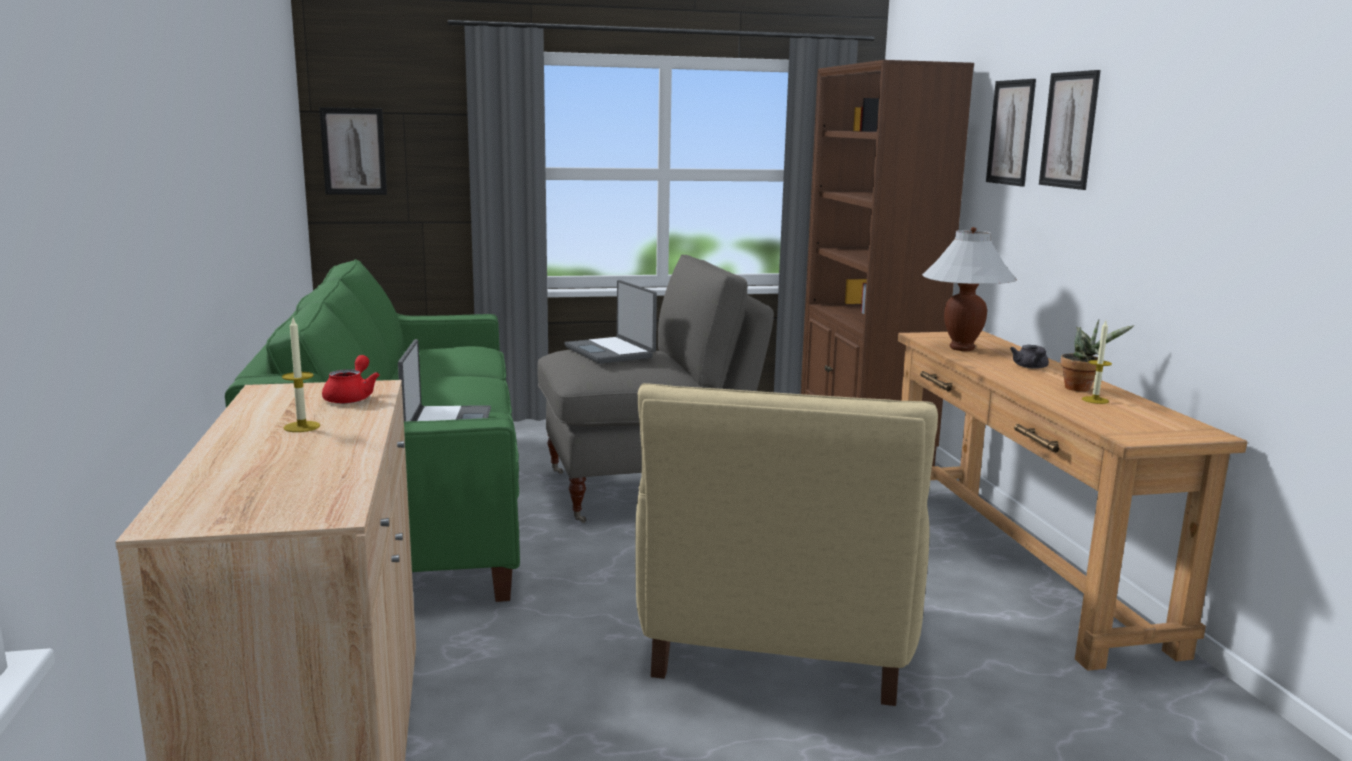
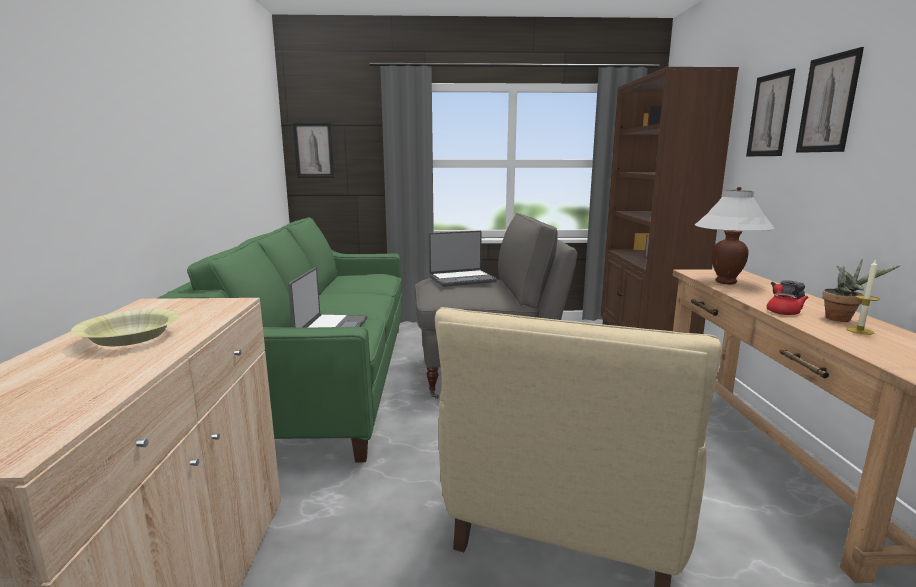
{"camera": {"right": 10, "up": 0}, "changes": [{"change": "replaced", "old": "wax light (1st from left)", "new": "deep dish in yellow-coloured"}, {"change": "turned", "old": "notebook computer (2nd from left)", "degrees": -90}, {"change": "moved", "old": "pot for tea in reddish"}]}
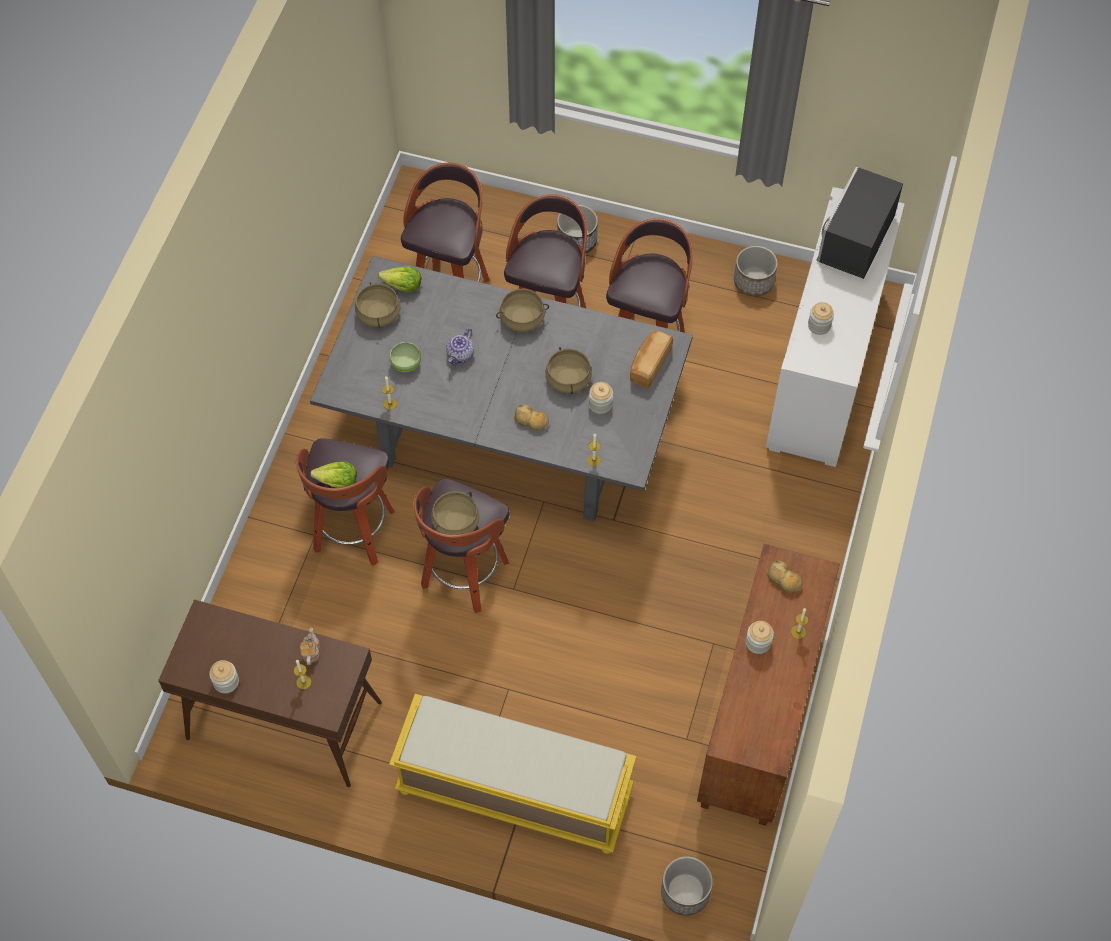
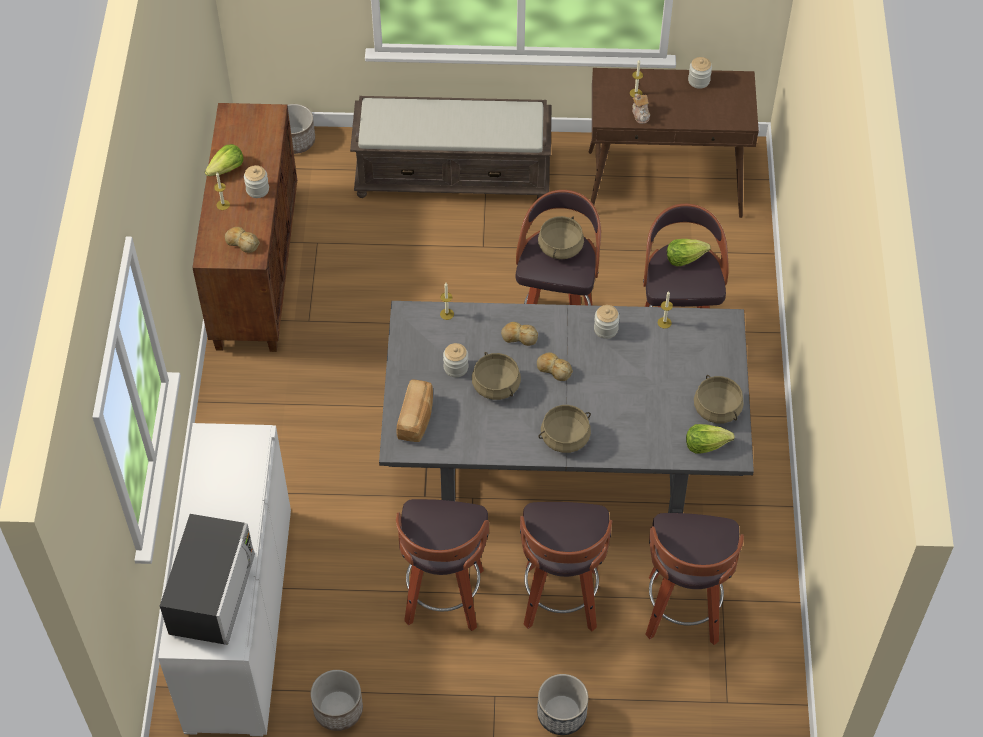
{"camera": {"right": 165, "up": -5}, "changes": [{"change": "added", "new": "lettuce head (1st from left)"}, {"change": "recoloured", "old": "bench in yellow-coloured", "new": "bench in brownish"}, {"change": "added", "new": "baked bread (4th from left)"}, {"change": "moved", "old": "storage jar (4th from left in the first image)", "new": "storage jar (3rd from left)"}, {"change": "removed", "old": "deep dish in green-coloured"}, {"change": "removed", "old": "pot for tea (2nd from left)"}]}
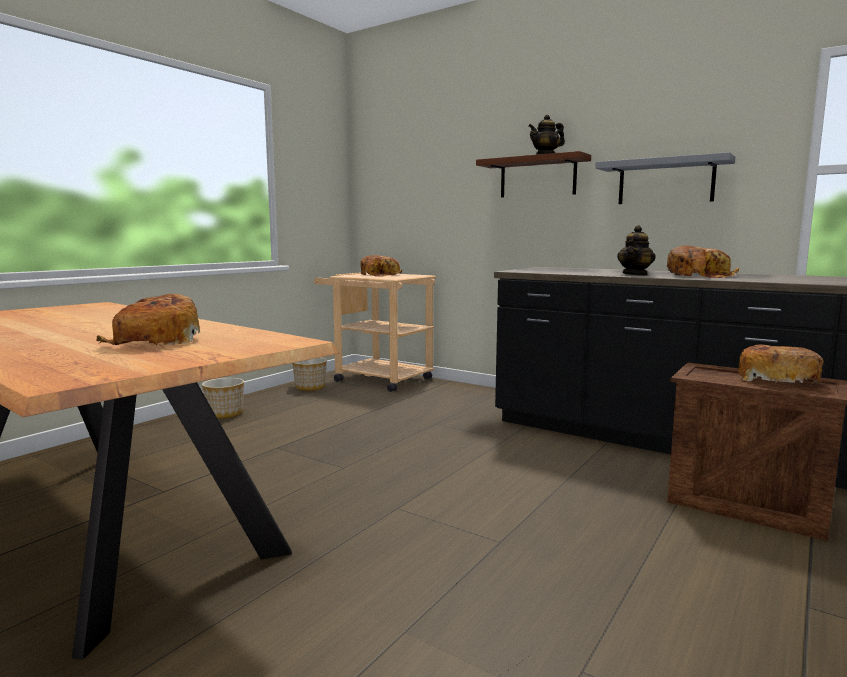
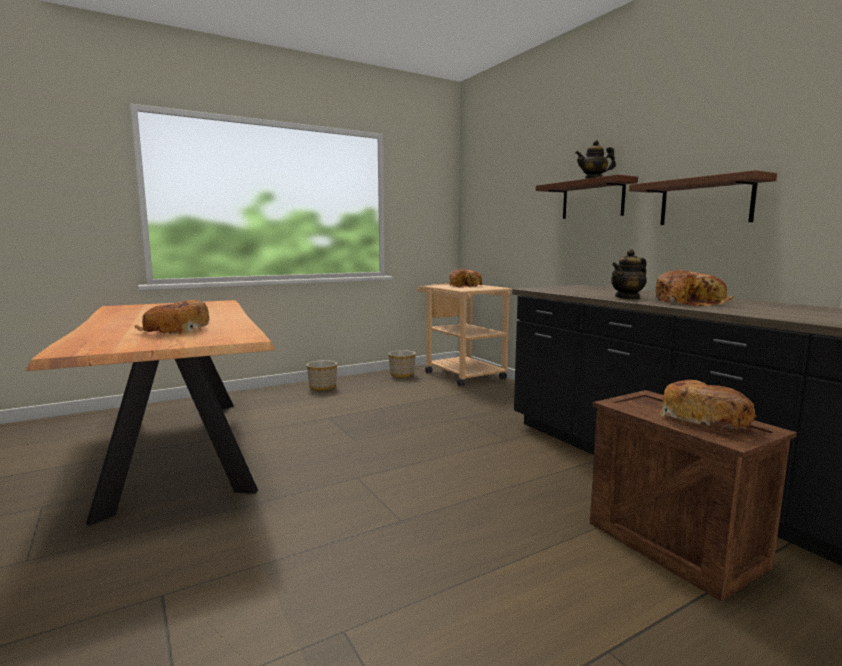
{"camera": {"right": 25, "up": 0}, "changes": [{"change": "recoloured", "old": "wall shelf in grey", "new": "wall shelf in brownish (2nd from left)"}]}
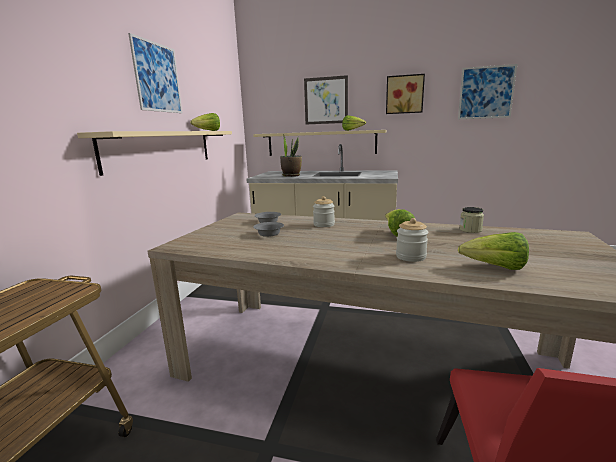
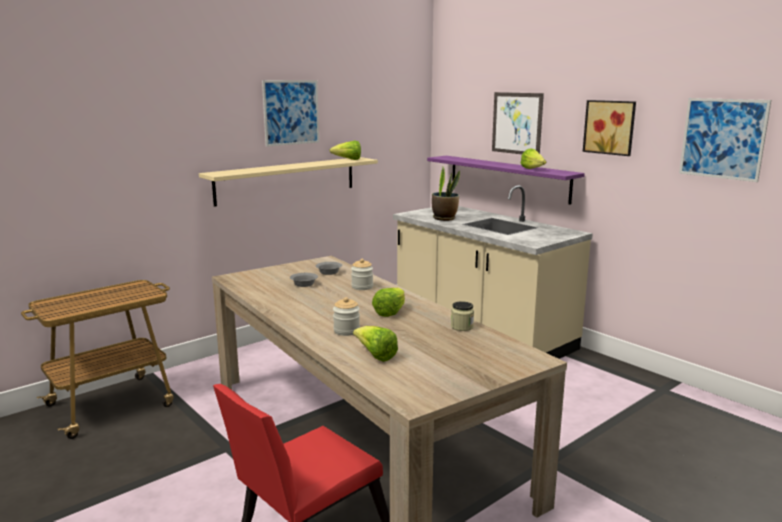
{"camera": {"right": 35, "up": 0}, "changes": [{"change": "recoloured", "old": "wall shelf in sand-coloured (2nd from left)", "new": "wall shelf in purple"}]}
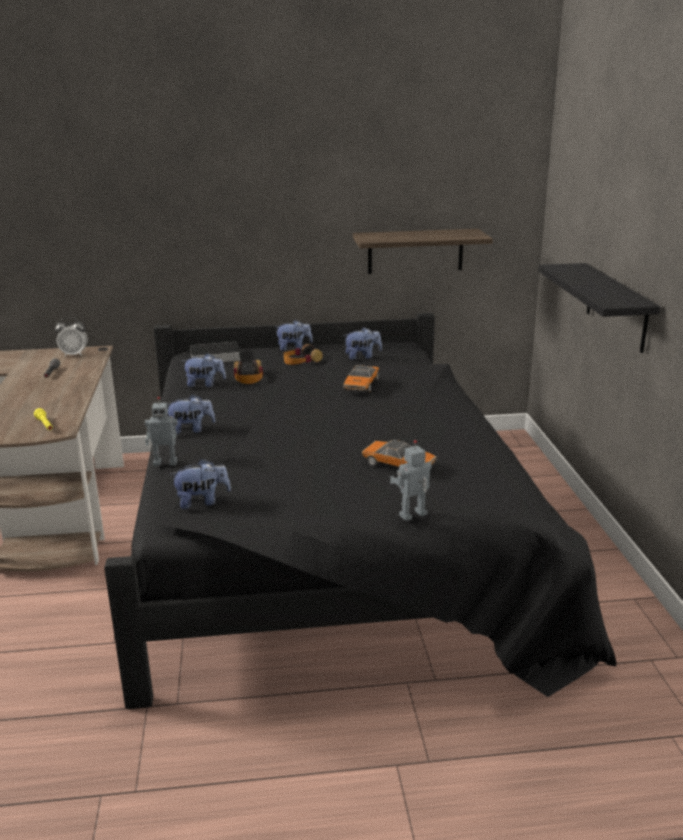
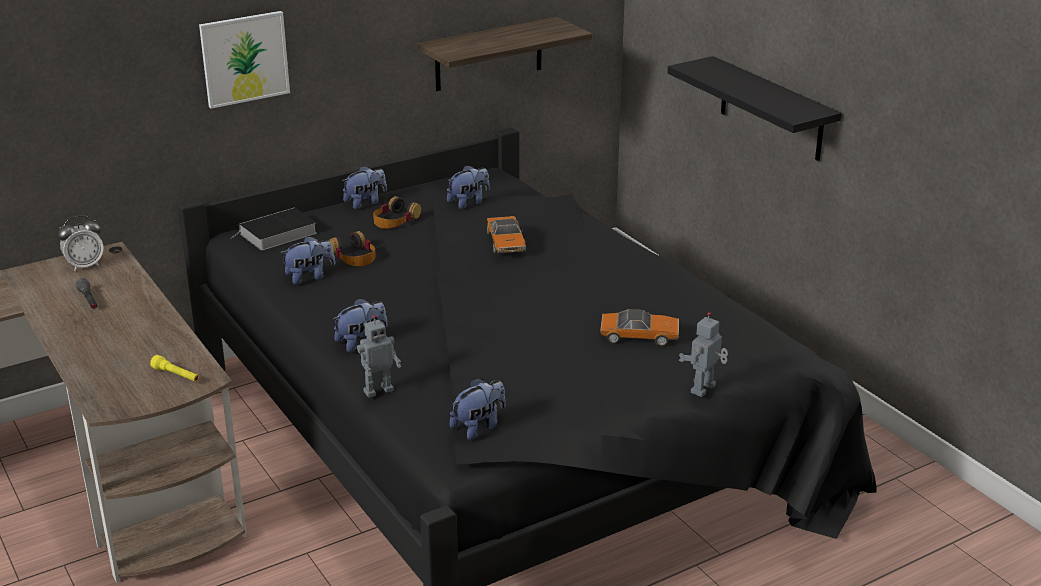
{"camera": {"right": -25, "up": 5}, "changes": [{"change": "added", "new": "wall picture"}]}
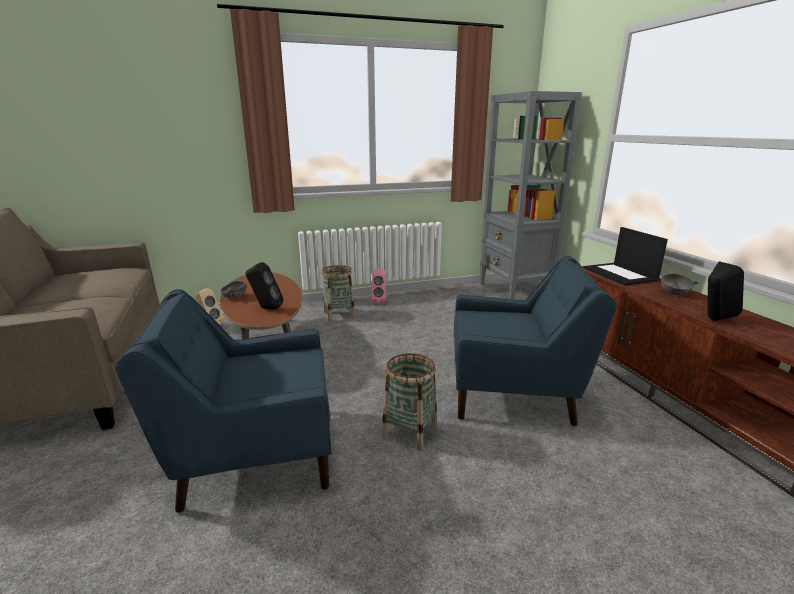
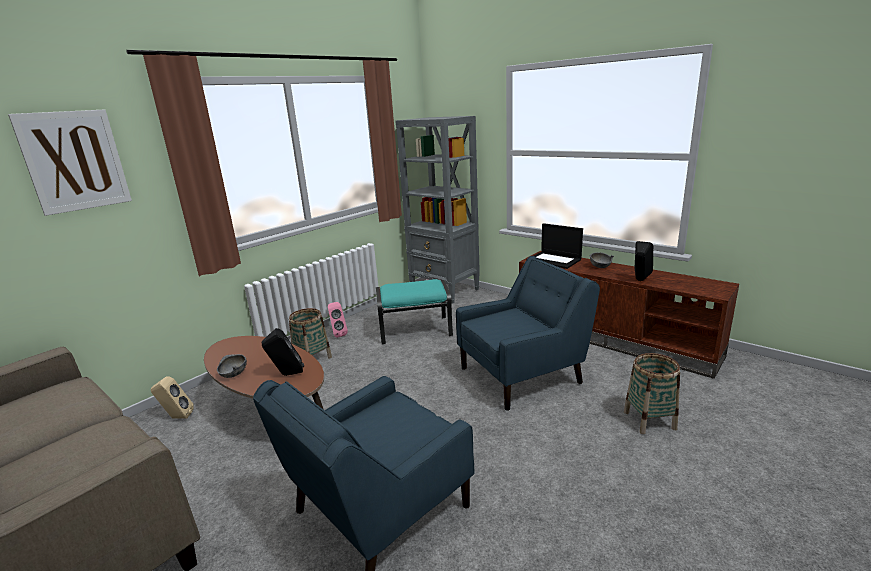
{"camera": {"right": -30, "up": 0}, "changes": [{"change": "added", "new": "wall picture"}, {"change": "added", "new": "footrest in turquoise-coloured"}, {"change": "moved", "old": "storage basket (2nd from left)"}]}
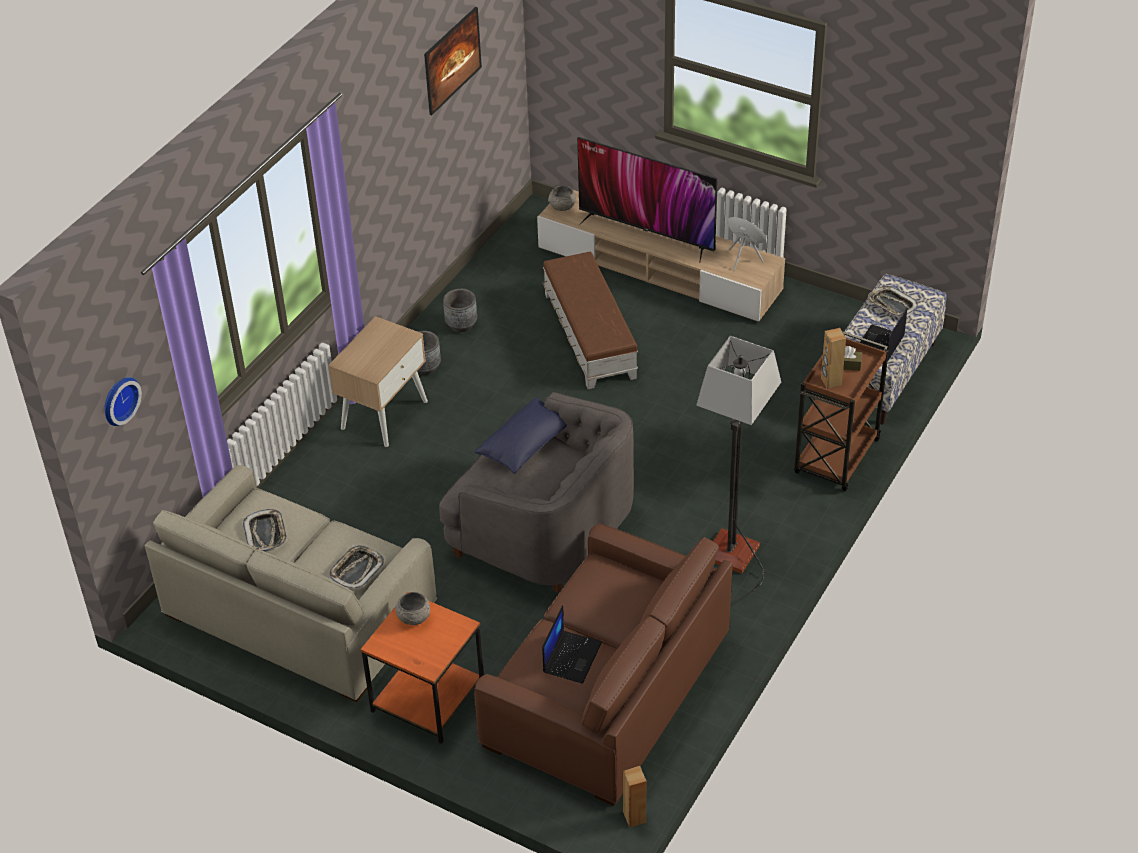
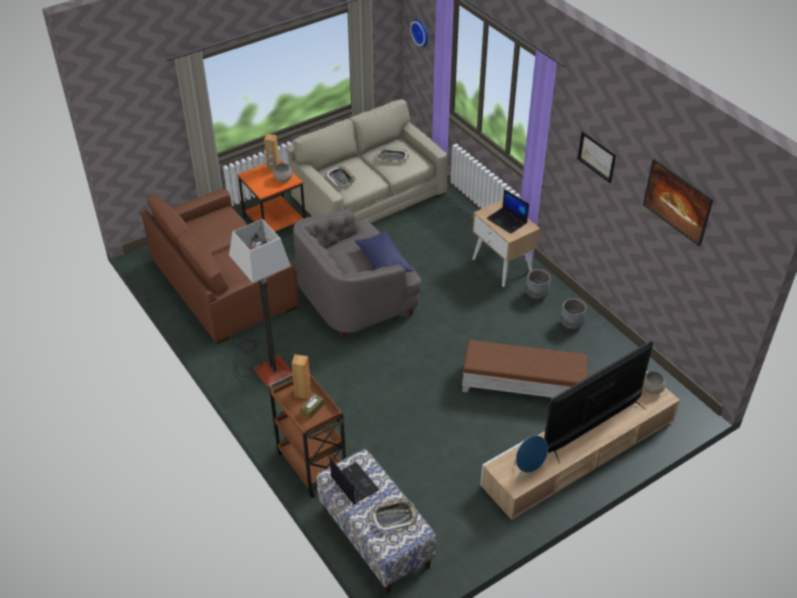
{"camera": {"right": 115, "up": 0}, "changes": [{"change": "moved", "old": "audio speaker in brownish (1st from left)"}, {"change": "moved", "old": "notebook computer (1st from left in the first image)", "new": "notebook computer (2nd from left)"}, {"change": "added", "new": "wall picture (1st from left)"}]}
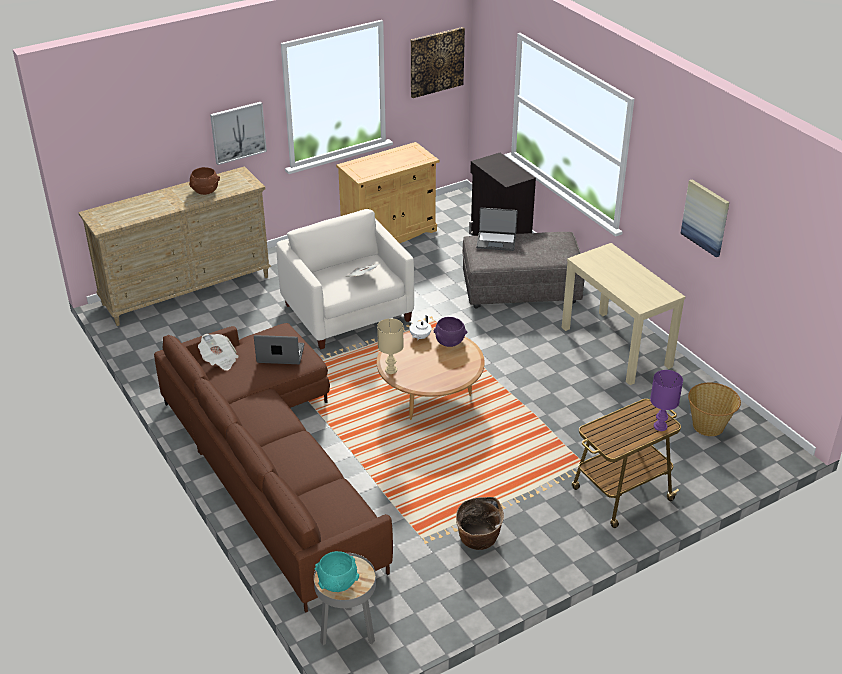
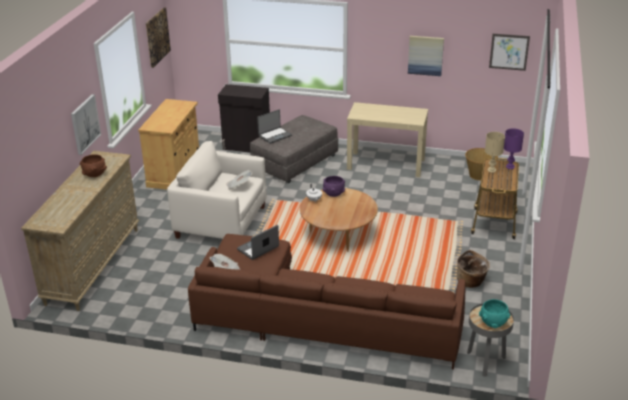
{"camera": {"right": -45, "up": -5}, "changes": [{"change": "moved", "old": "tabletop lamp in sand-coloured"}, {"change": "added", "new": "wall picture (4th from left)"}]}
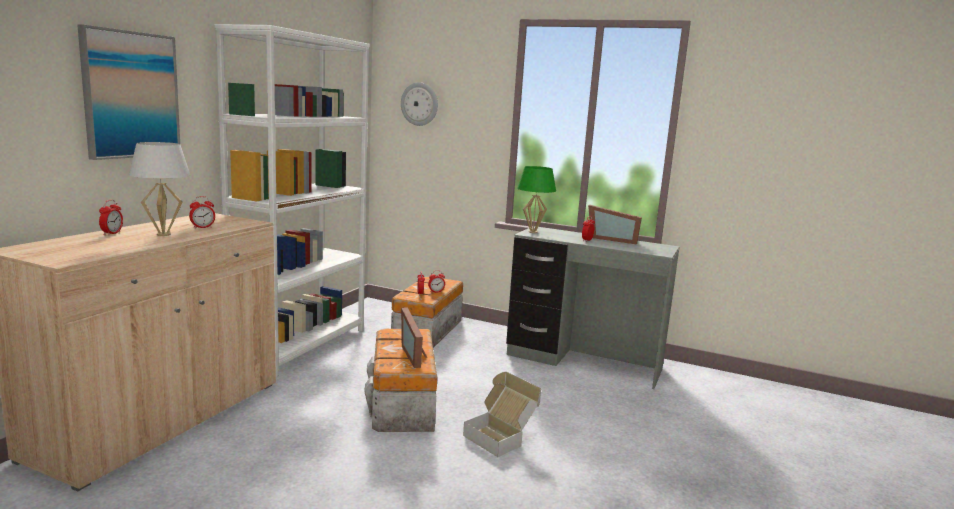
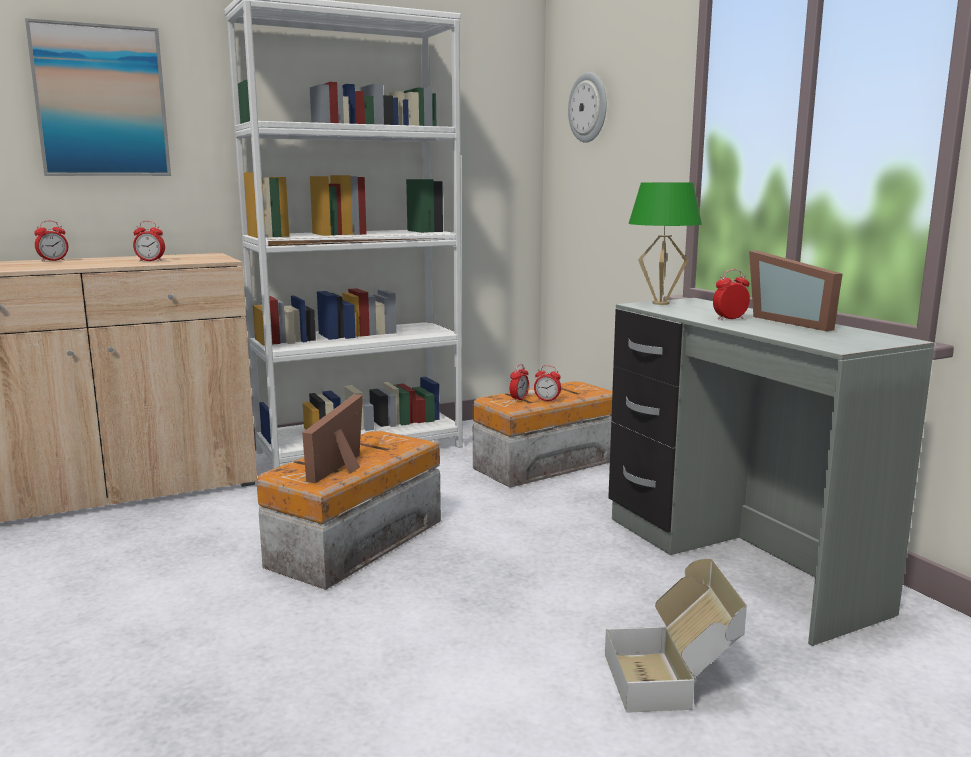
{"camera": {"right": 40, "up": 0}, "changes": [{"change": "moved", "old": "cardboard box"}, {"change": "removed", "old": "tabletop lamp in white"}]}
